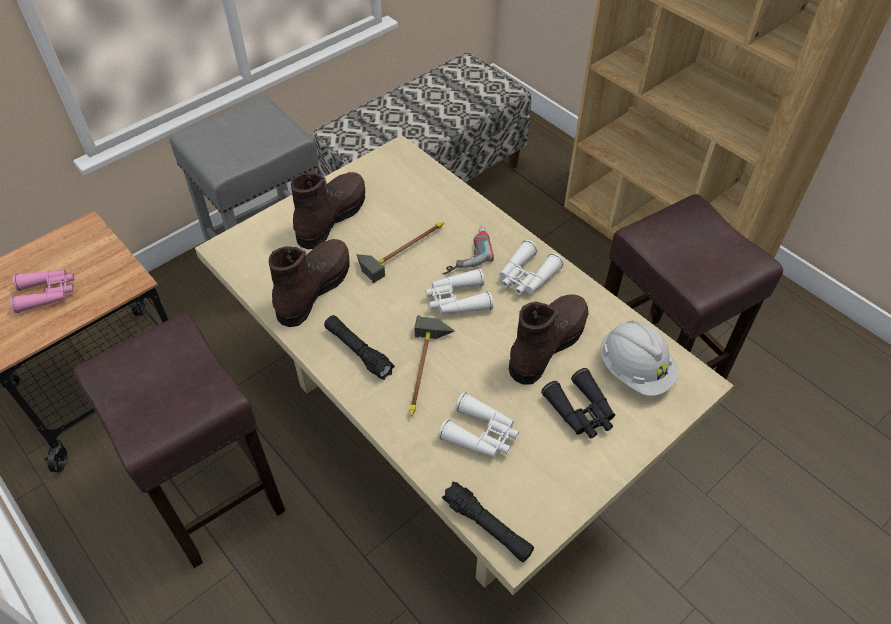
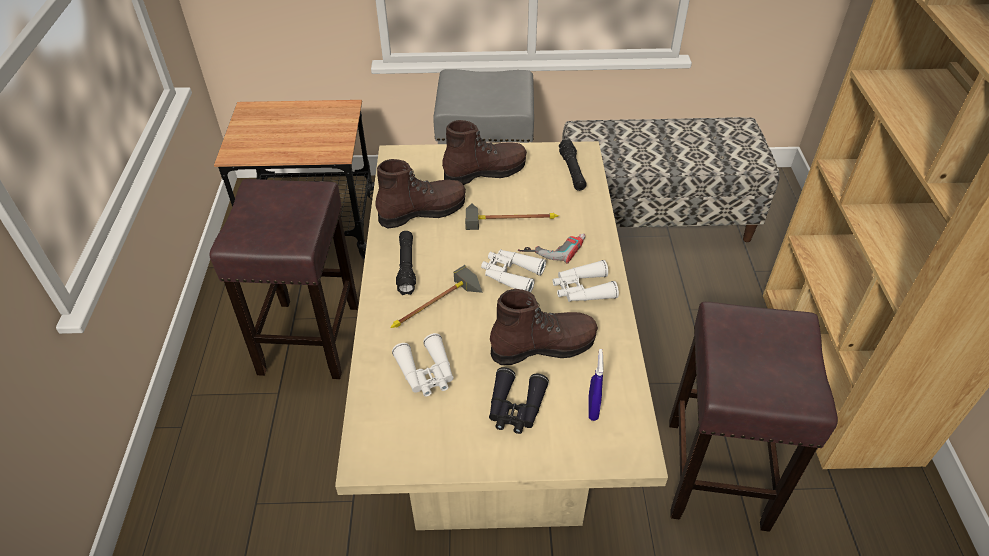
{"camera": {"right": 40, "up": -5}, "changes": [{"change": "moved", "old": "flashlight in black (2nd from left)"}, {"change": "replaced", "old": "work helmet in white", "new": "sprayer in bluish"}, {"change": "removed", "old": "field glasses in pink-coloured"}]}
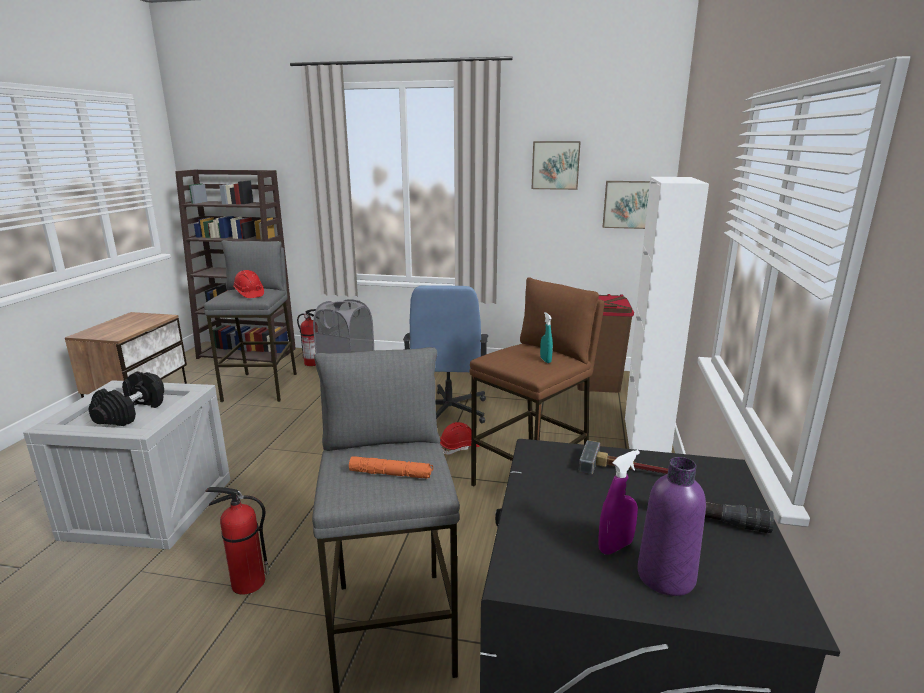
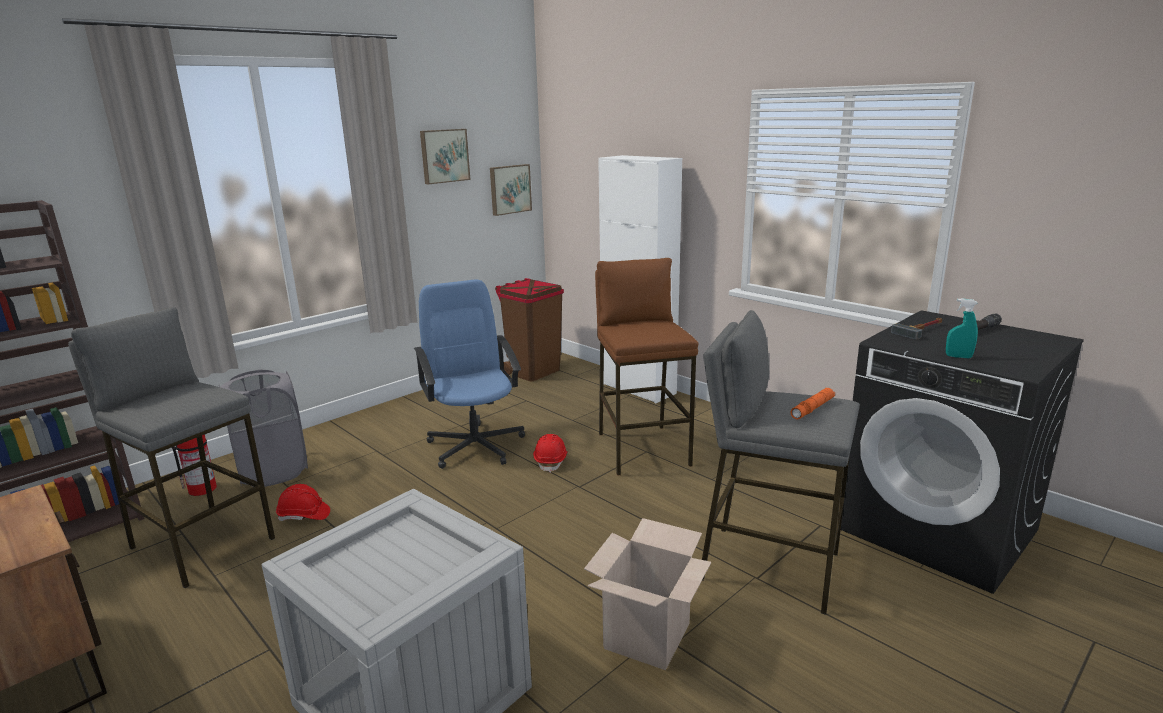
{"camera": {"right": -55, "up": 0}, "changes": [{"change": "moved", "old": "work helmet in reddish (1st from left)"}, {"change": "turned", "old": "desk chair in bluish", "degrees": -150}, {"change": "replaced", "old": "fire extinguisher (1st from left)", "new": "cardboard box"}, {"change": "moved", "old": "sprayer in turquoise-coloured"}, {"change": "removed", "old": "dumbbell in black"}, {"change": "removed", "old": "sprayer in purple"}, {"change": "removed", "old": "beverage bottle in purple"}]}
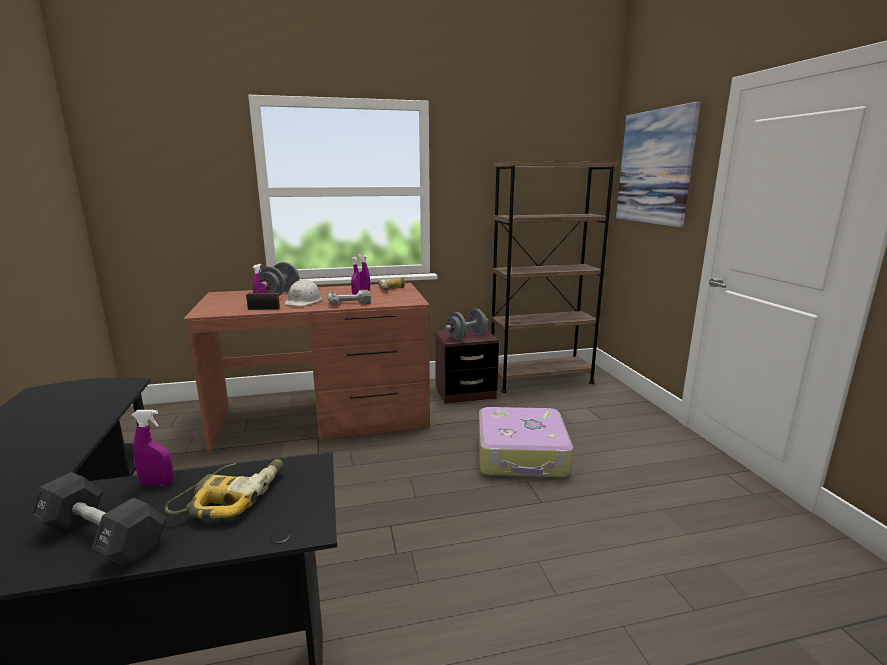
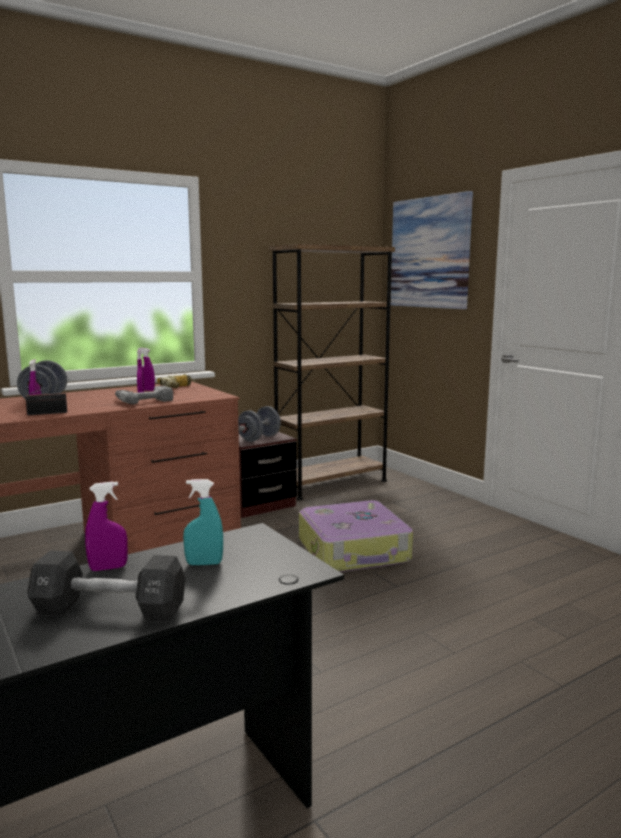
{"camera": {"right": -20, "up": -5}, "changes": [{"change": "replaced", "old": "power drill (1st from left)", "new": "sprayer in turquoise-coloured"}, {"change": "removed", "old": "work helmet in white"}]}
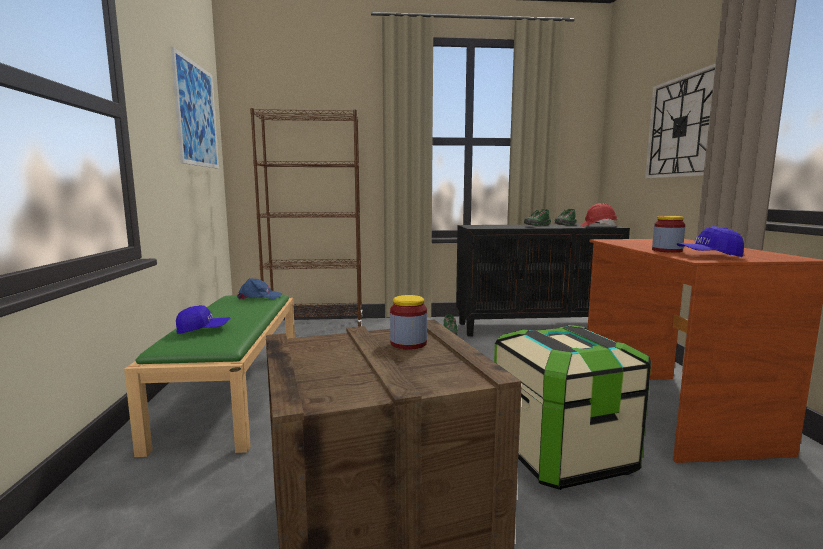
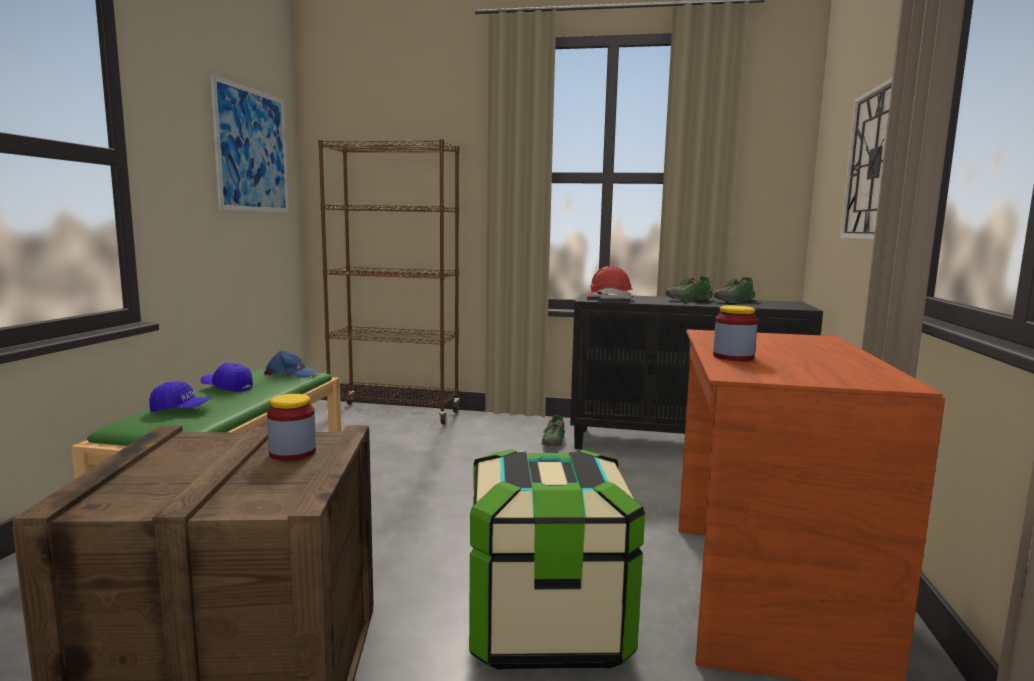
{"camera": {"right": 15, "up": 0}, "changes": [{"change": "moved", "old": "peaked cap in bluish (3rd from left in the first image)", "new": "peaked cap in bluish (2nd from left)"}, {"change": "moved", "old": "work helmet in reddish"}]}
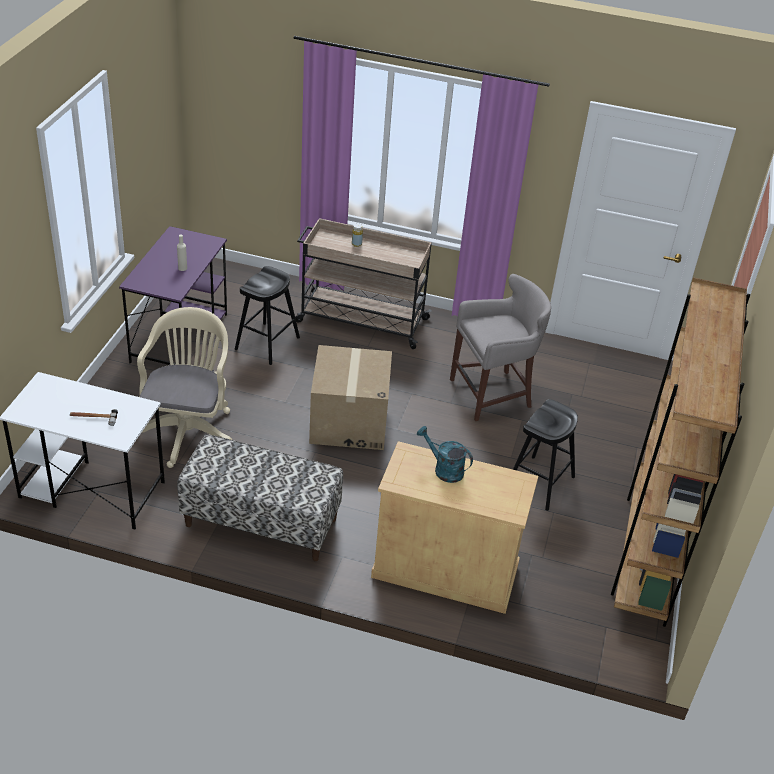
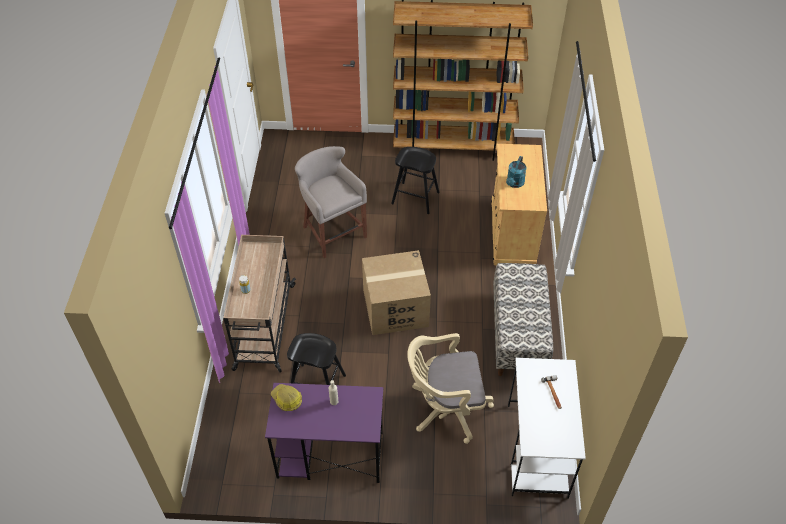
{"camera": {"right": -100, "up": 10}, "changes": [{"change": "added", "new": "work helmet"}]}
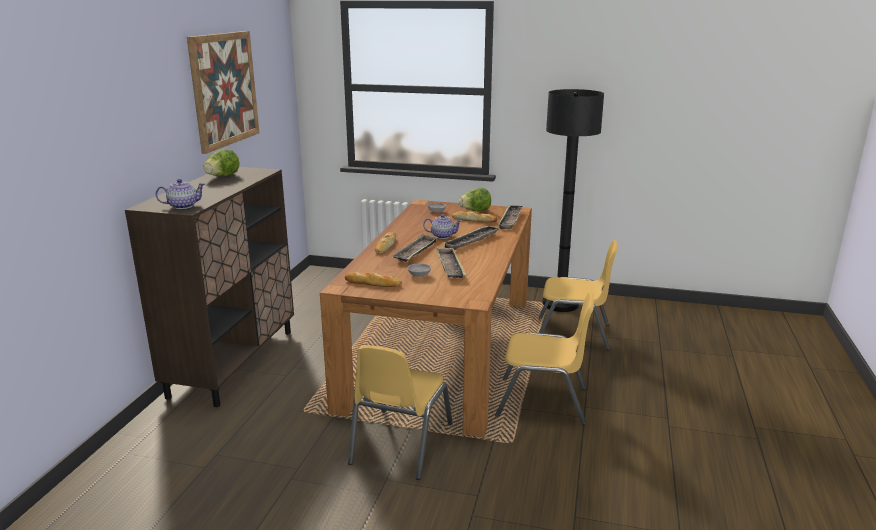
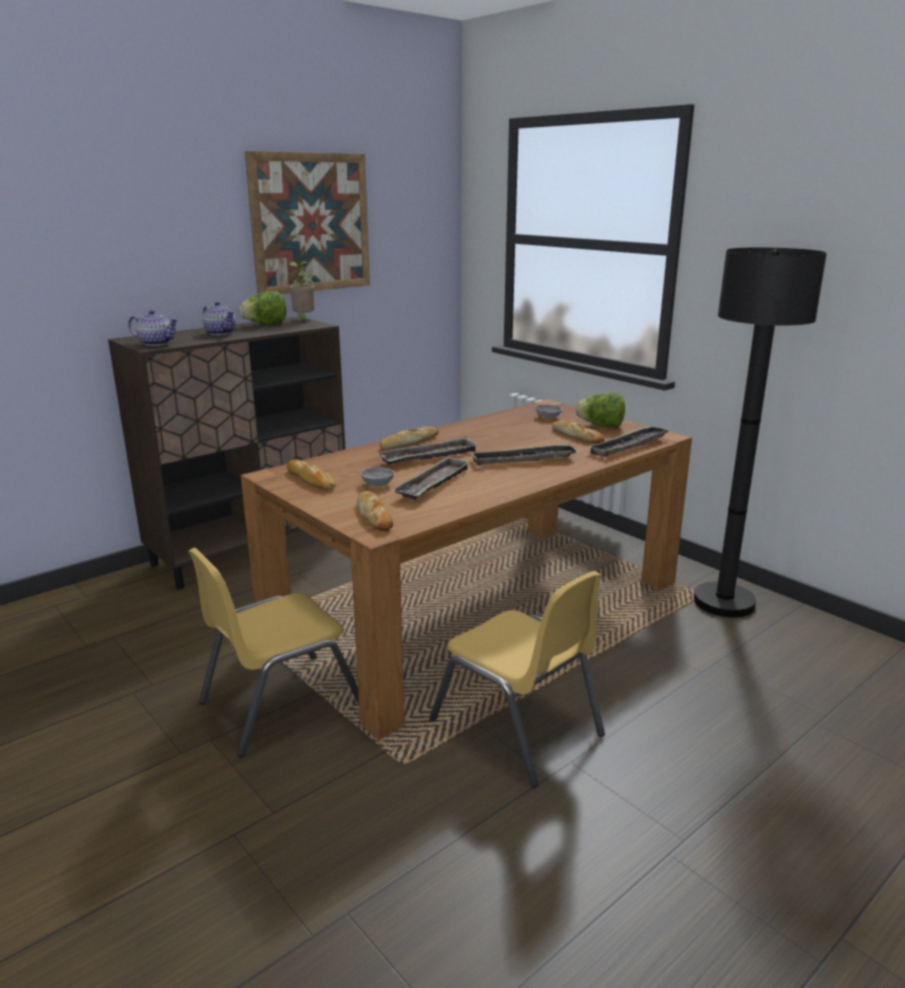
{"camera": {"right": 35, "up": 0}, "changes": [{"change": "moved", "old": "pot for tea (2nd from left)"}, {"change": "added", "new": "houseplant"}, {"change": "added", "new": "baked bread (2nd from left)"}, {"change": "removed", "old": "upright chair in yellow-coloured (3rd from left)"}]}
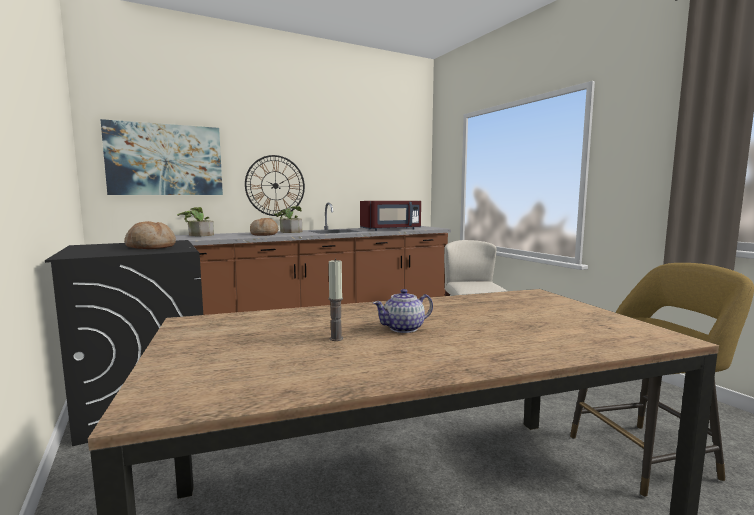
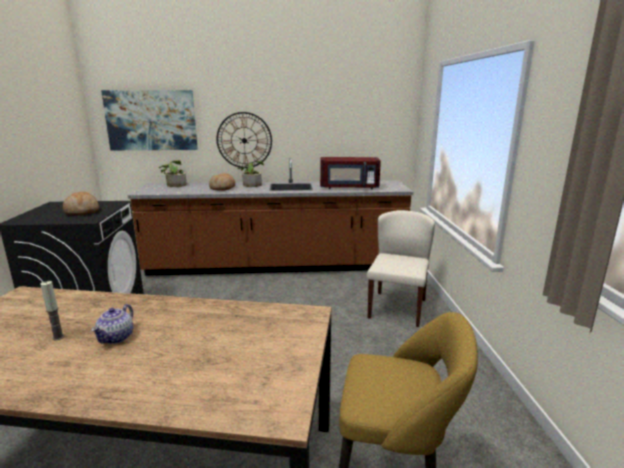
{"camera": {"right": 25, "up": 10}, "changes": [{"change": "turned", "old": "pot for tea", "degrees": -75}]}
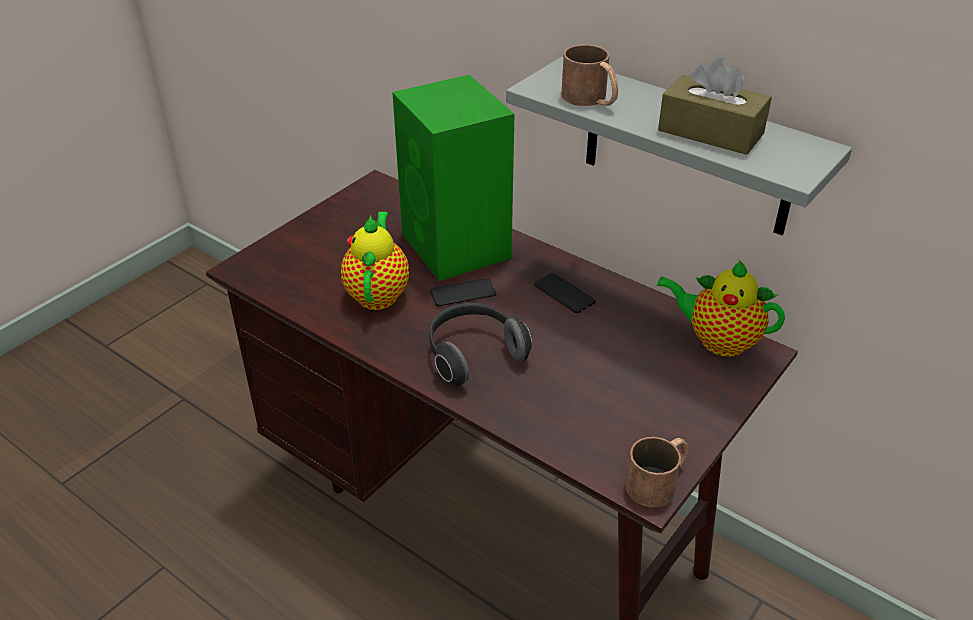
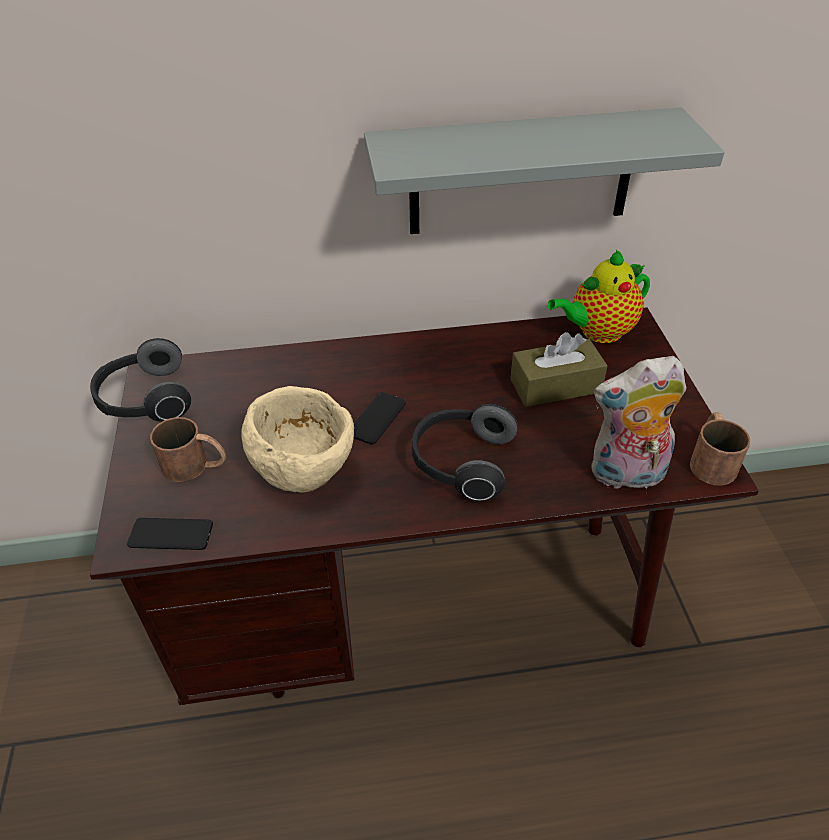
{"camera": {"right": -45, "up": 5}, "changes": [{"change": "added", "new": "headphones (1st from left)"}, {"change": "moved", "old": "phone (2nd from left in the first image)", "new": "phone (1st from left)"}, {"change": "moved", "old": "coffee mug in brownish (1st from left)"}, {"change": "replaced", "old": "pot for tea (1st from left)", "new": "deep dish in sand-coloured"}, {"change": "moved", "old": "tissue box in brownish"}, {"change": "added", "new": "plush toy"}, {"change": "removed", "old": "audio speaker in green-coloured"}]}
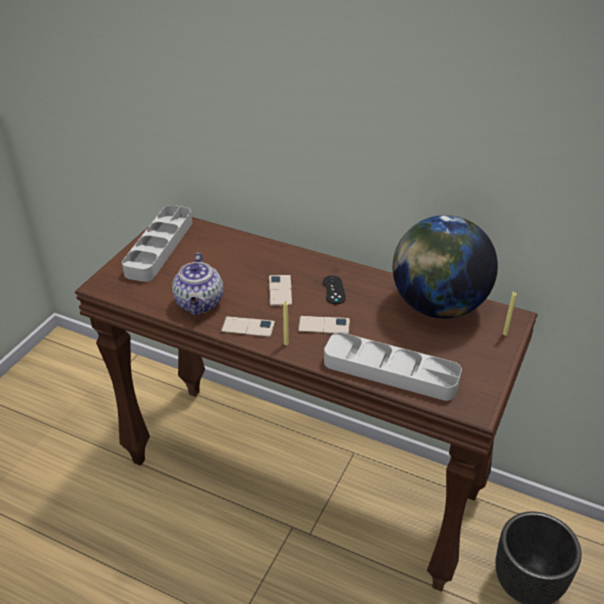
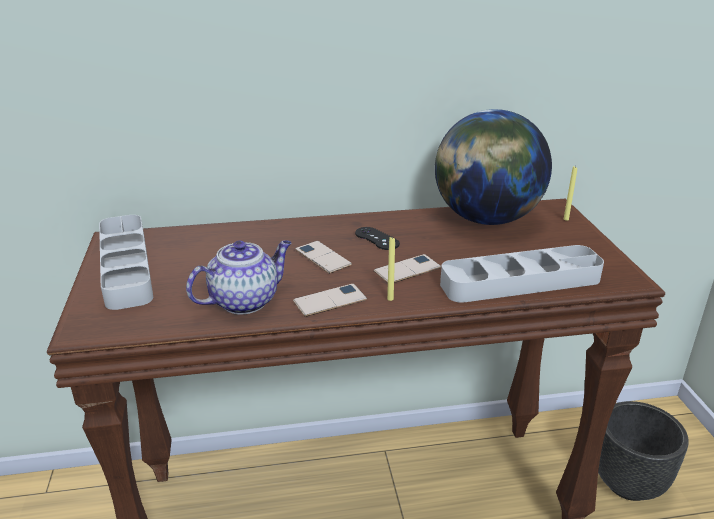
{"camera": {"right": -35, "up": -10}, "changes": [{"change": "turned", "old": "pot for tea", "degrees": -90}]}
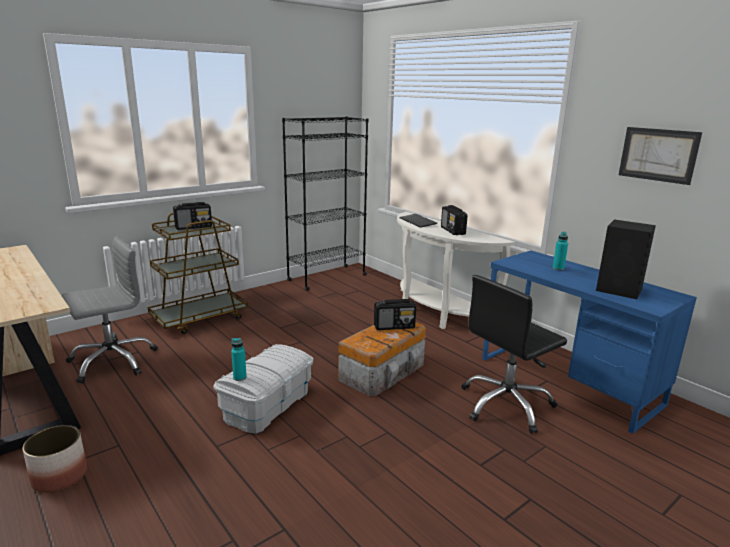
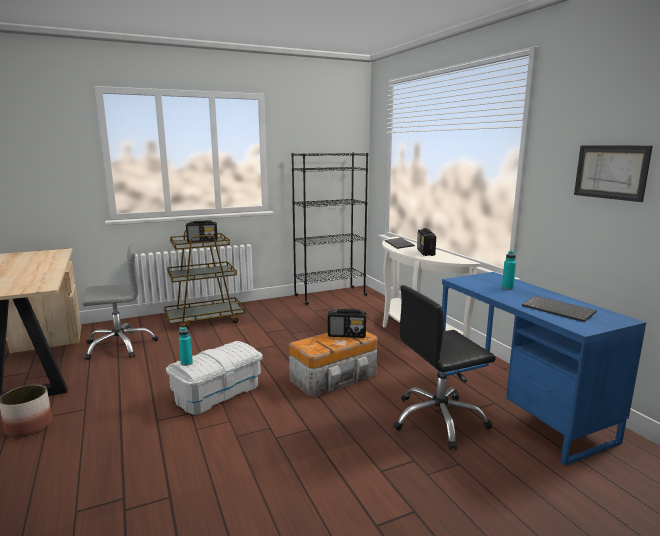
{"camera": {"right": 15, "up": -5}, "changes": [{"change": "replaced", "old": "audio speaker in black", "new": "computer keyboard (2nd from left)"}]}
